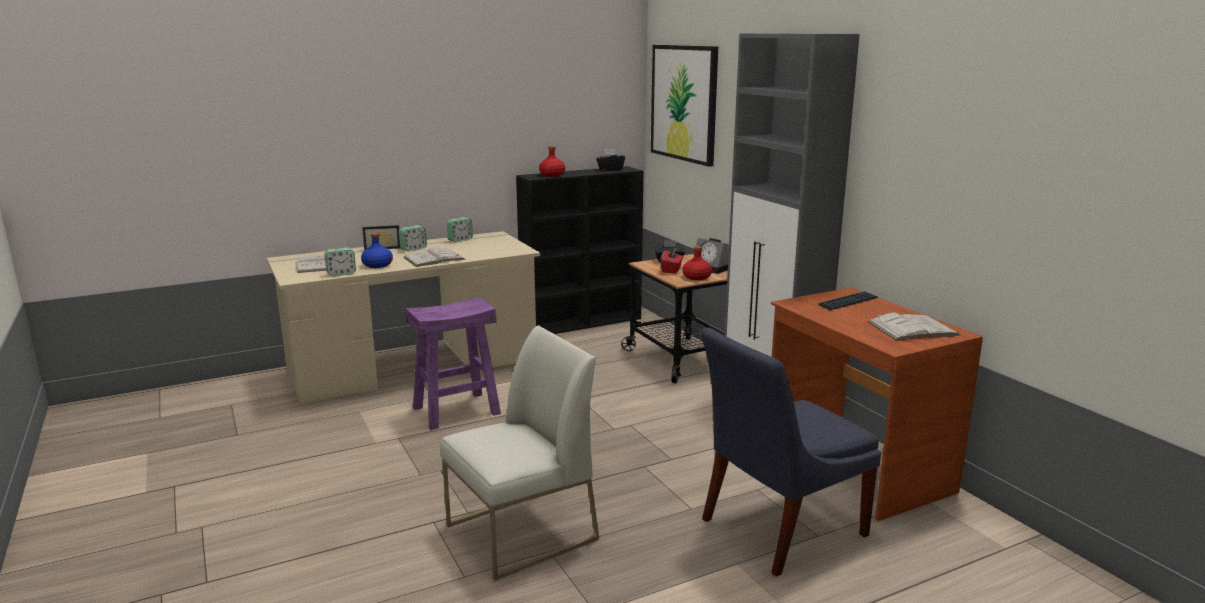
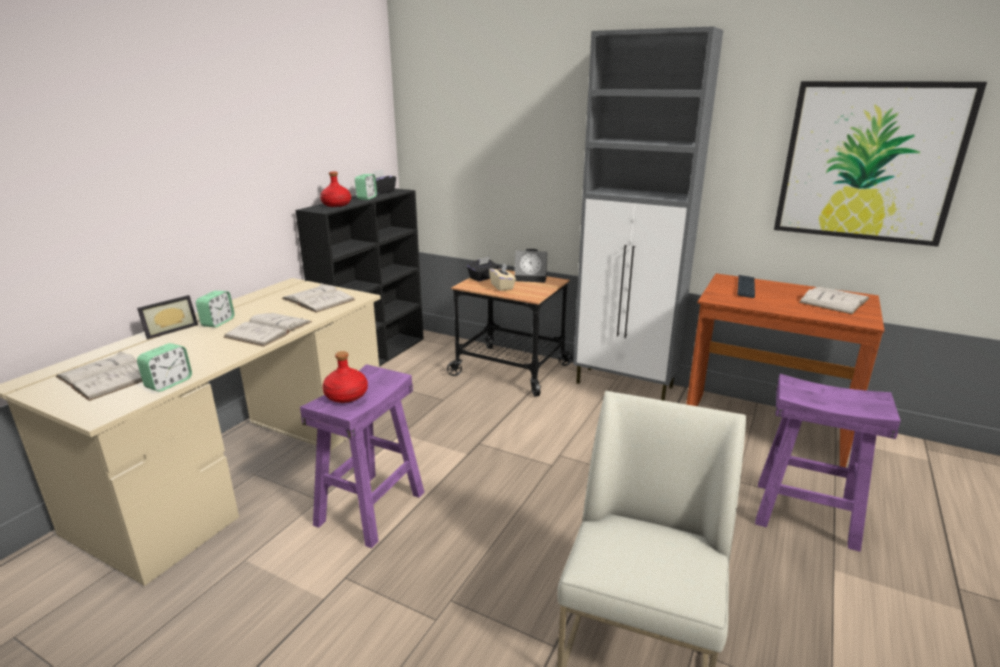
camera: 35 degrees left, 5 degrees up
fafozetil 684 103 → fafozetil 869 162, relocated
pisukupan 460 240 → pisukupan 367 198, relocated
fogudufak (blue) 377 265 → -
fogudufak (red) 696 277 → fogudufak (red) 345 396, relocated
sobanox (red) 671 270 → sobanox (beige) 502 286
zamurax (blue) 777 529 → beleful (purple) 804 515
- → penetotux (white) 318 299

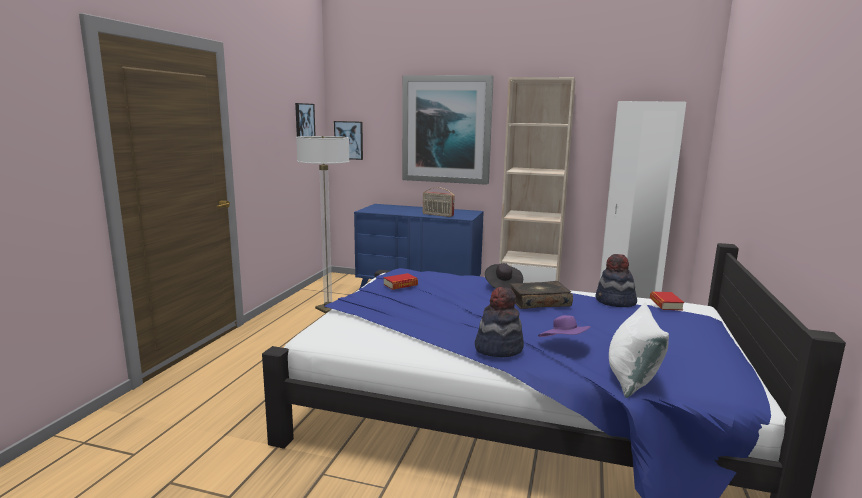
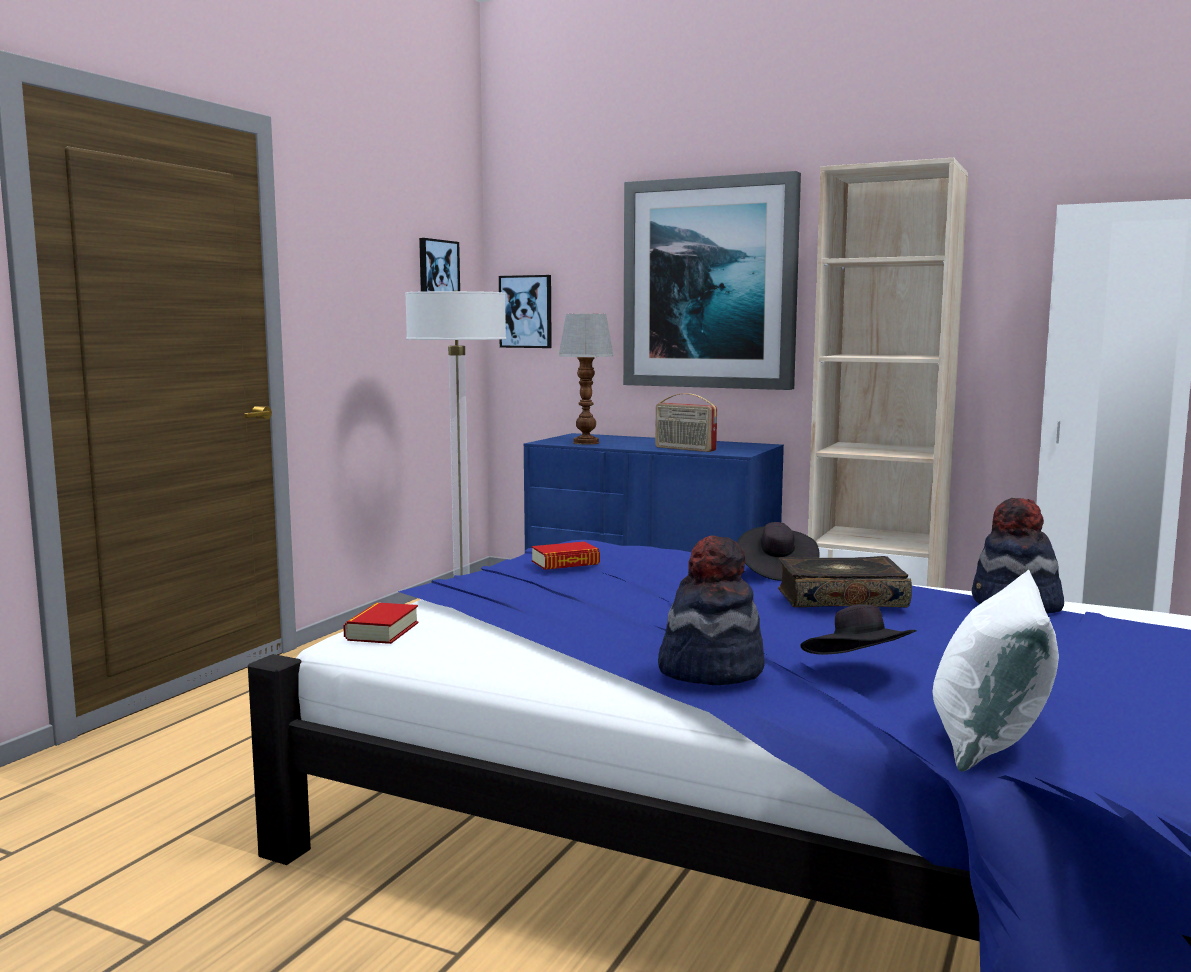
camera: 10 degrees right, 5 degrees down
penetotux 665 304 → penetotux 382 631, relocated
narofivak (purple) 564 344 → narofivak (black) 858 669
- → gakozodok 586 442

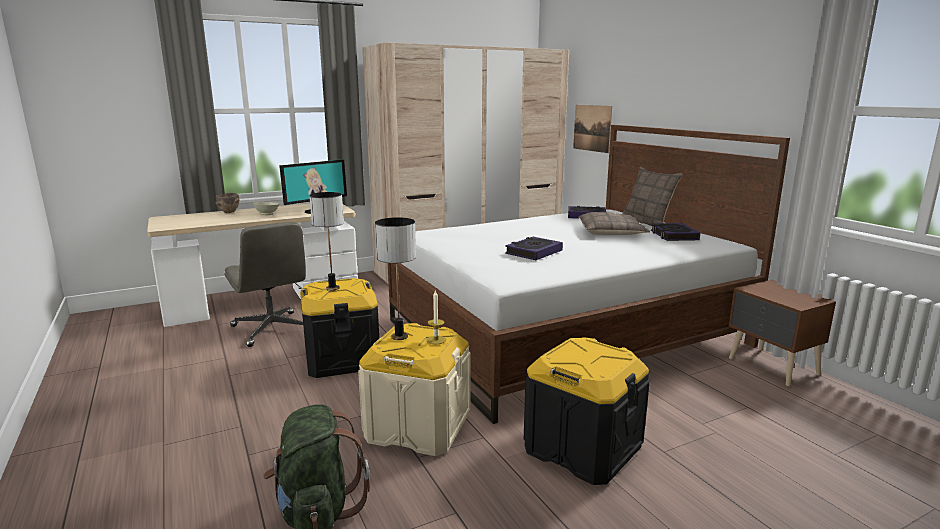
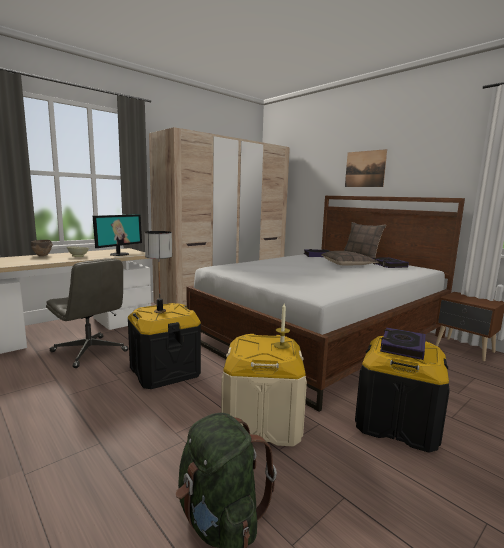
camera: 15 degrees left, 5 degrees down
fafozetil 592 128 → fafozetil 365 169, relocated
gakozodok 399 336 → -
penetotux 533 252 → penetotux 402 347, relocated

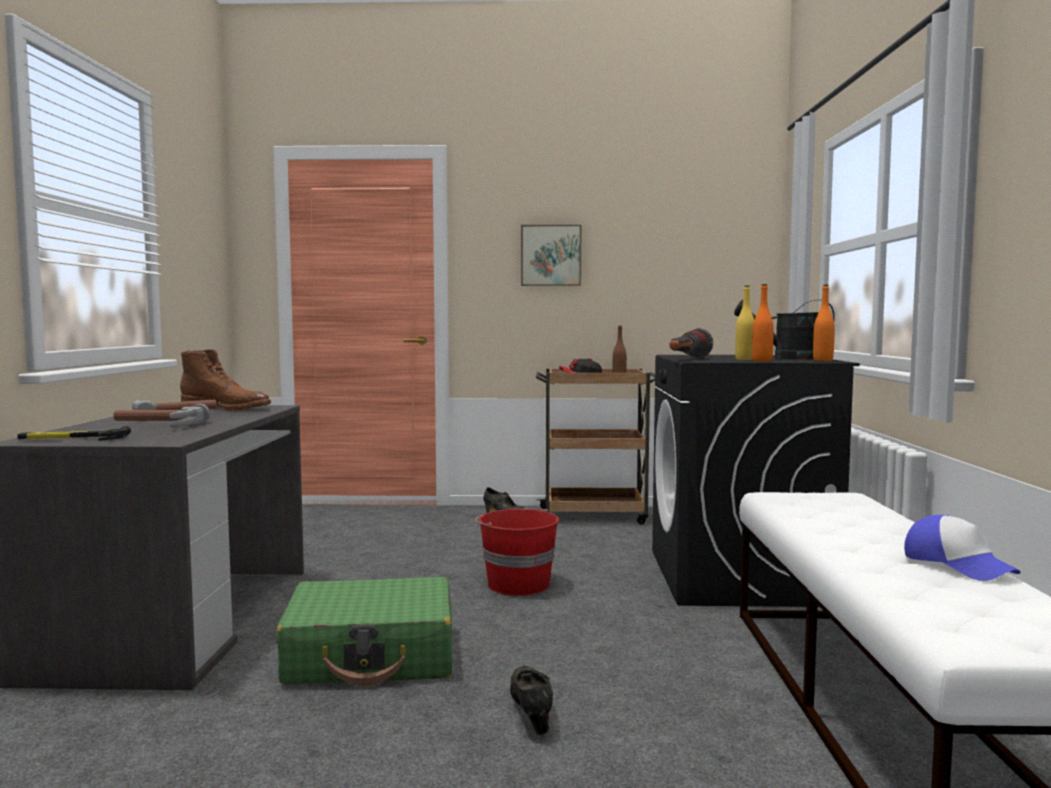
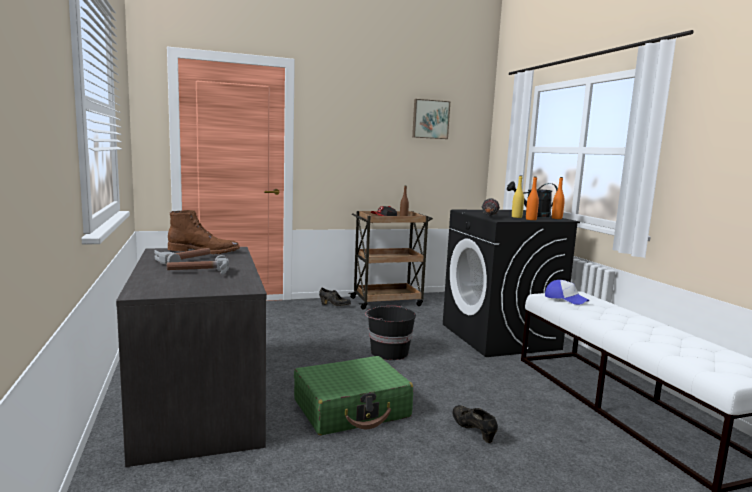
camera: 20 degrees left, 5 degrees up
fafozetil 551 255 → fafozetil 430 119, relocated
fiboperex 73 439 → -
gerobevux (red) 517 584 → gerobevux (black) 388 352
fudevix 958 565 → fudevix 565 299, relocated

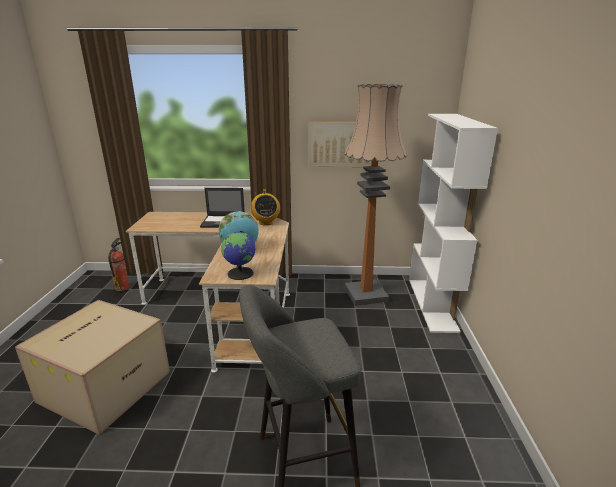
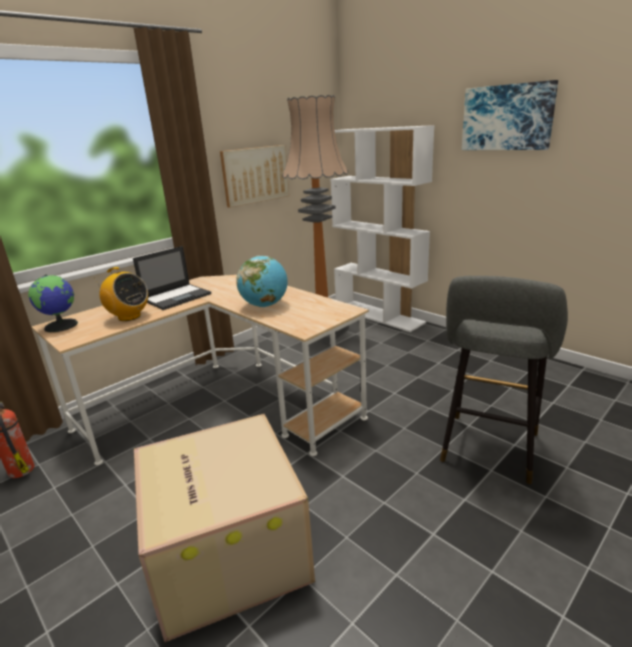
camera: 45 degrees left, 0 degrees up
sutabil 266 222 → sutabil 129 317, relocated
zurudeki 241 273 → zurudeki 62 325, relocated
- → fafozetil 507 117

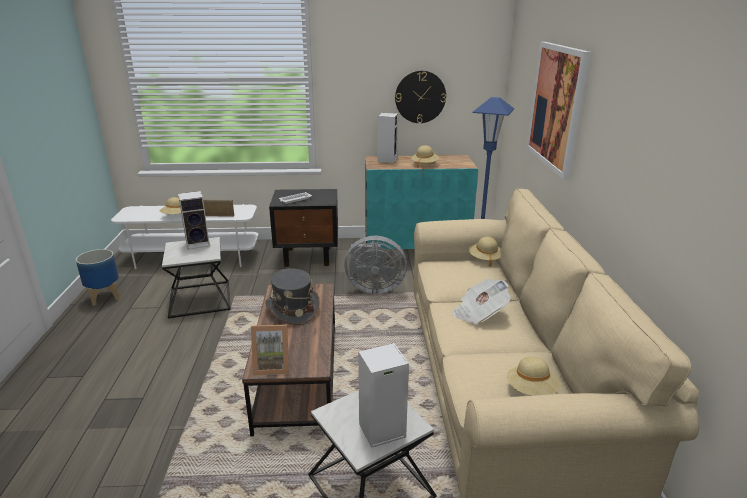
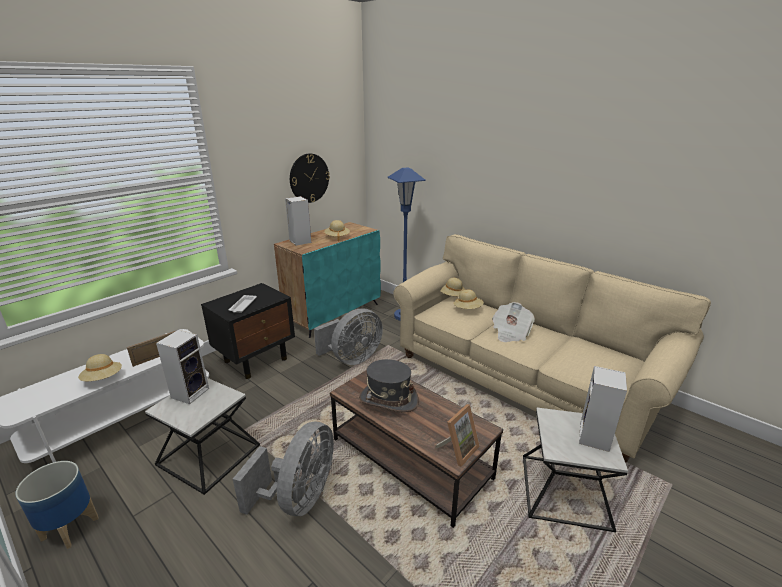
camera: 45 degrees left, 0 degrees up
fafozetil 556 107 → -
narofivak (beige) 531 390 → narofivak (beige) 468 309, relocated
- → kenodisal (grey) 299 498

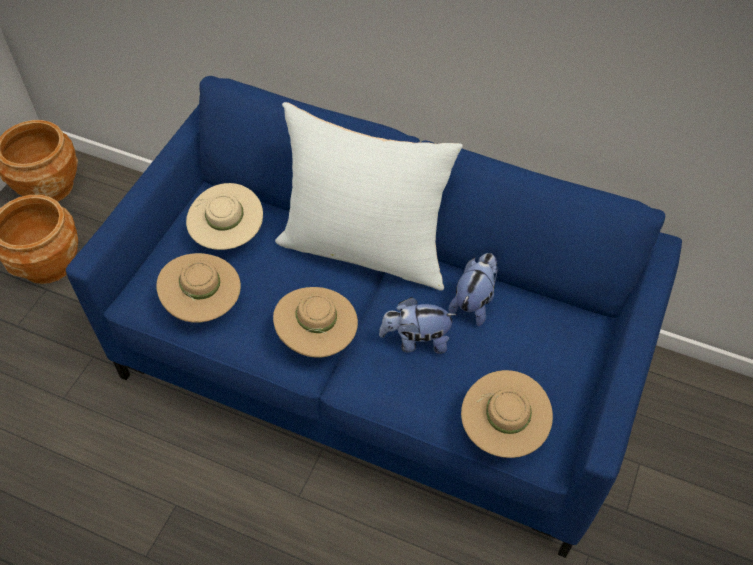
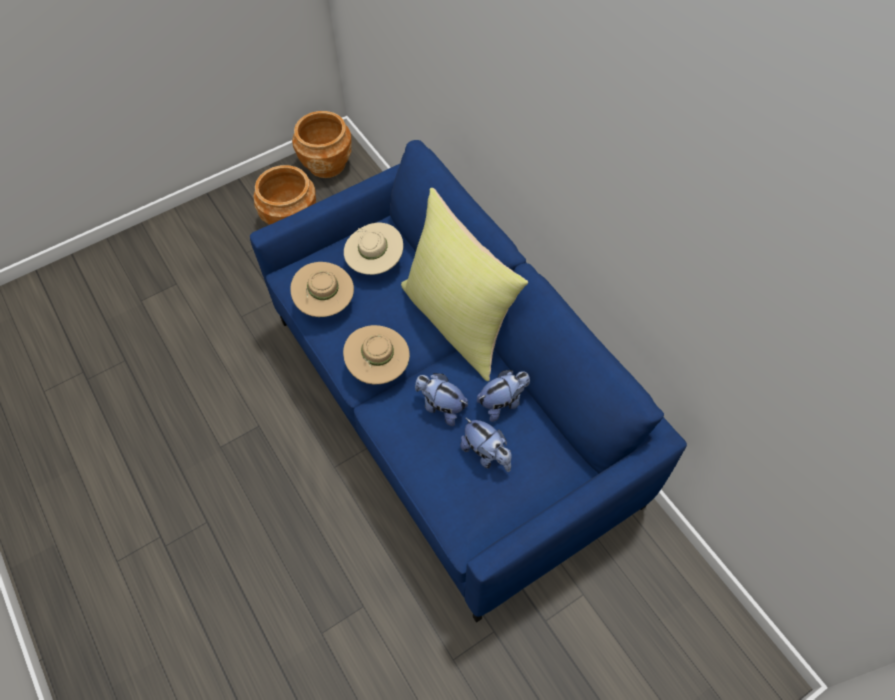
camera: 35 degrees right, 5 degrees up
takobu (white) 365 248 → takobu (yellow) 459 321
narofivak (beige) 502 430 → -
- → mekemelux 486 454

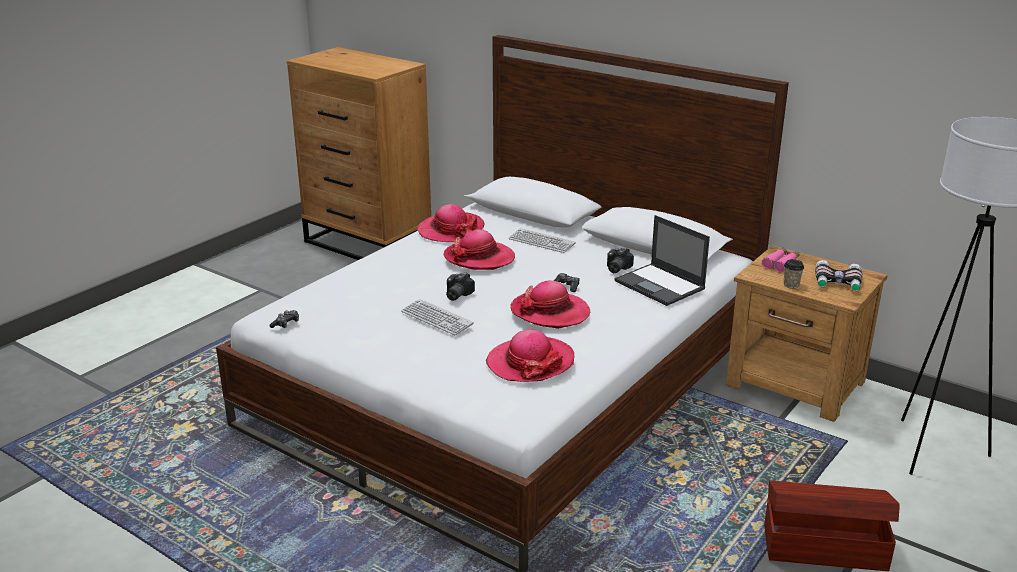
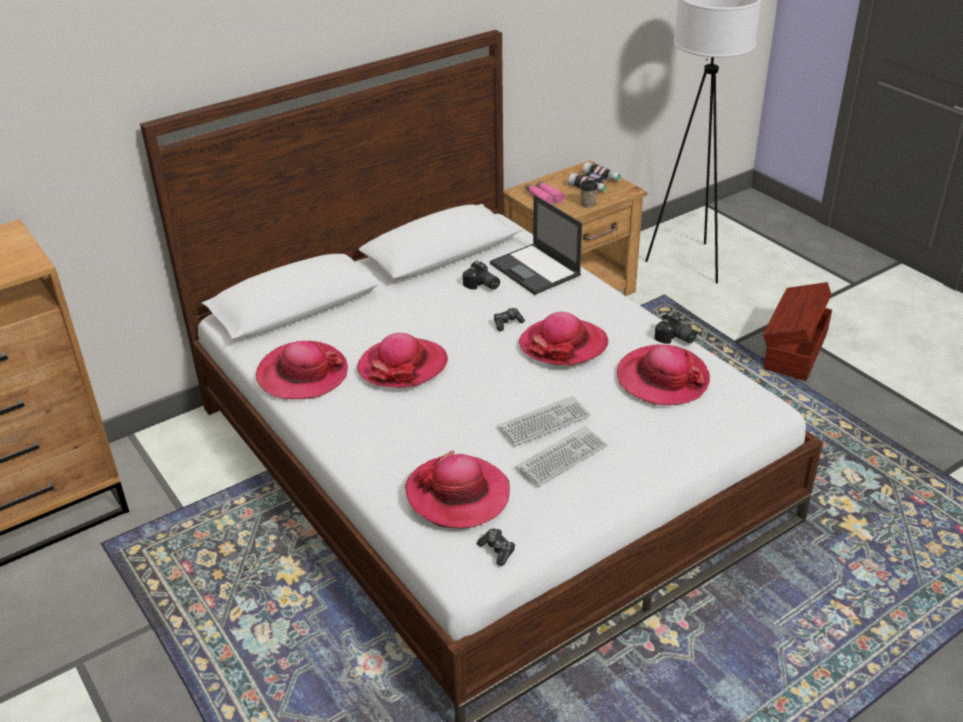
camera: 70 degrees left, 10 degrees up
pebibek 660 285 → pebibek 536 270, 75 degrees clockwise
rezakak 541 242 → rezakak 562 457, relocated
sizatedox 456 295 → sizatedox 675 339, relocated
- → narofivak 458 494

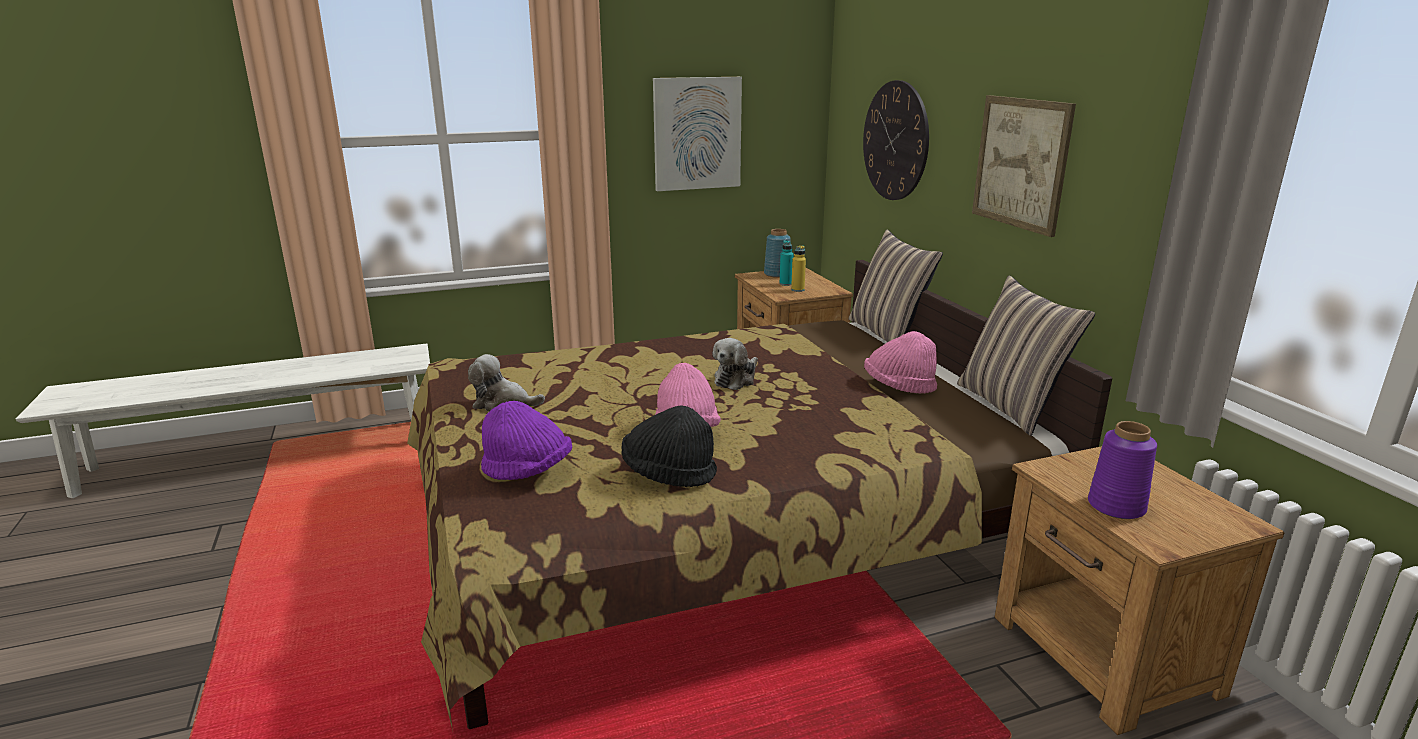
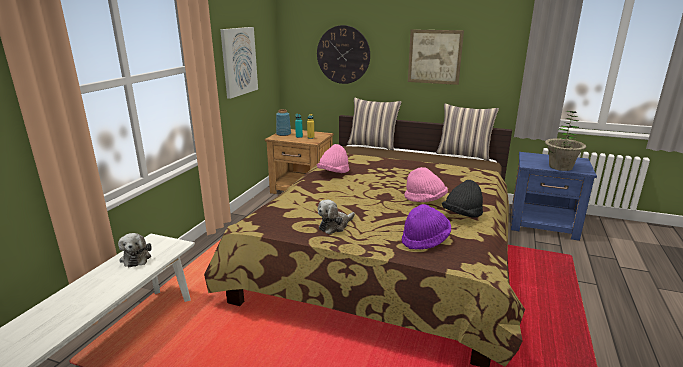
camera: 50 degrees left, 0 degrees up
narofivak (pink) 899 387 → narofivak (pink) 333 173, relocated
mekemelux 736 379 → mekemelux 136 257, relocated
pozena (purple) 1117 507 → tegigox 560 167
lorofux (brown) 1104 657 → lorofux (blue) 544 225

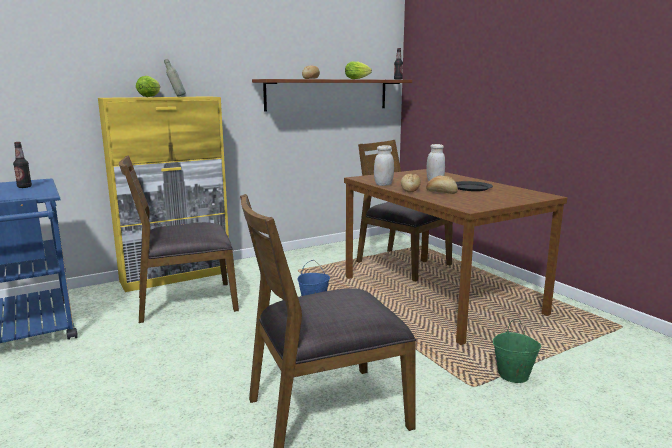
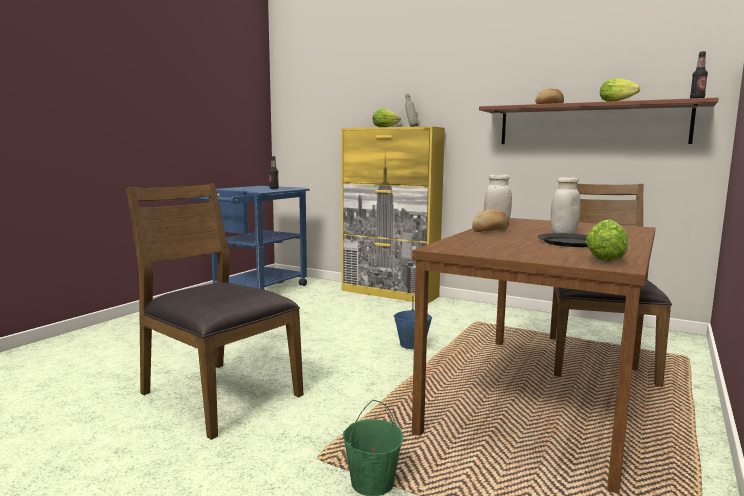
camera: 60 degrees right, 5 degrees down
zamurax (brown) 186 302 → -
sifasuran 441 192 → -
- → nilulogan 605 258

